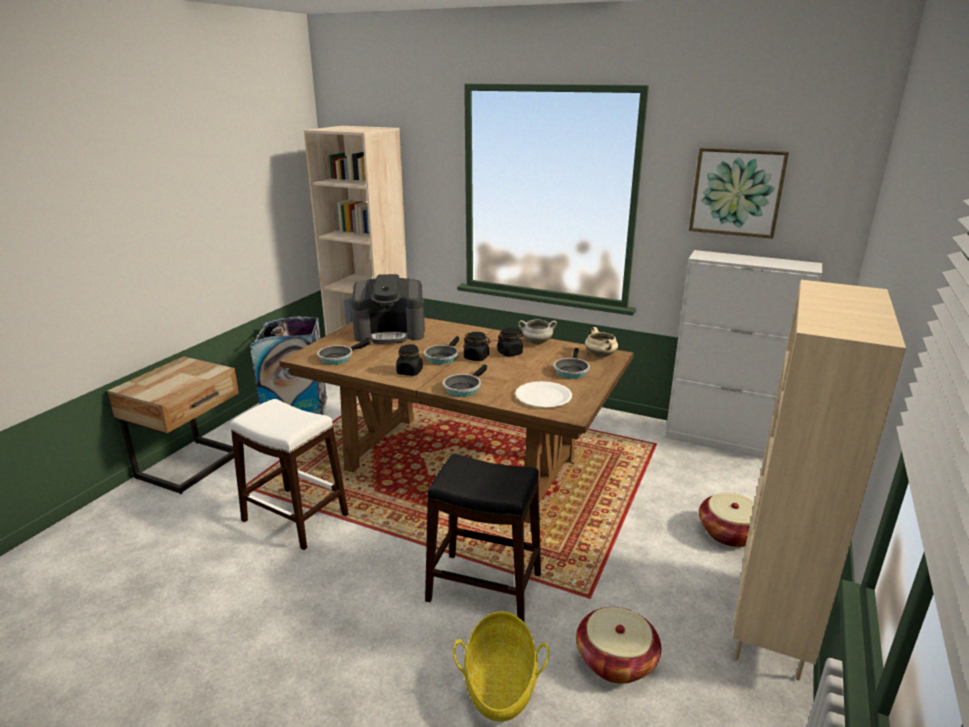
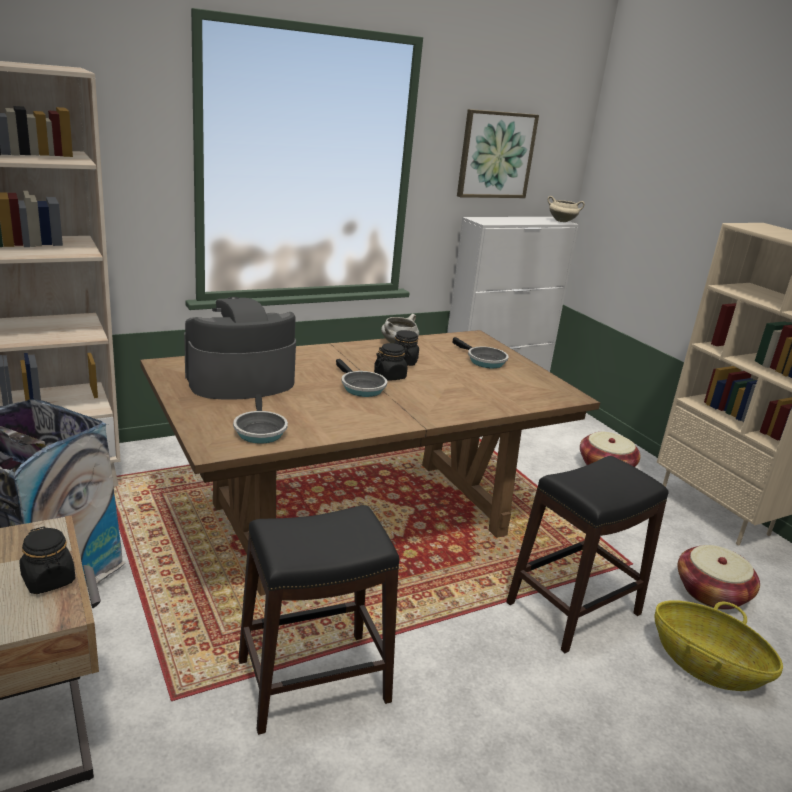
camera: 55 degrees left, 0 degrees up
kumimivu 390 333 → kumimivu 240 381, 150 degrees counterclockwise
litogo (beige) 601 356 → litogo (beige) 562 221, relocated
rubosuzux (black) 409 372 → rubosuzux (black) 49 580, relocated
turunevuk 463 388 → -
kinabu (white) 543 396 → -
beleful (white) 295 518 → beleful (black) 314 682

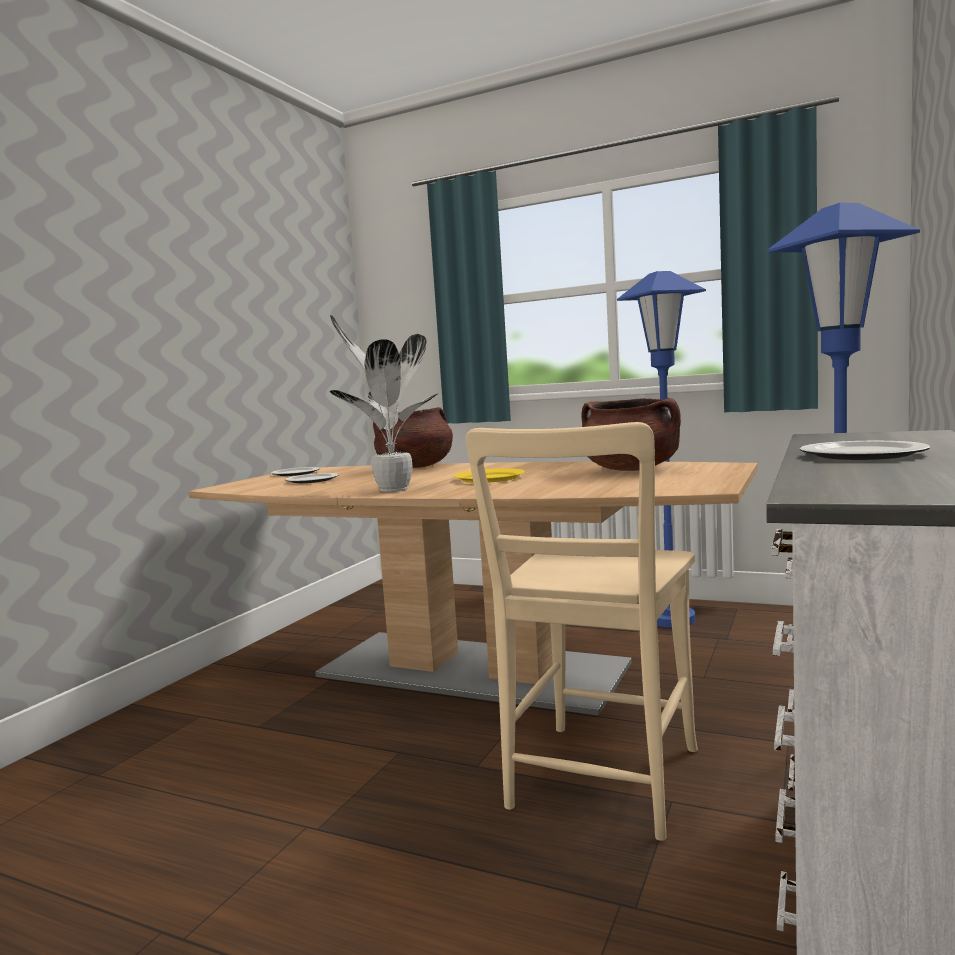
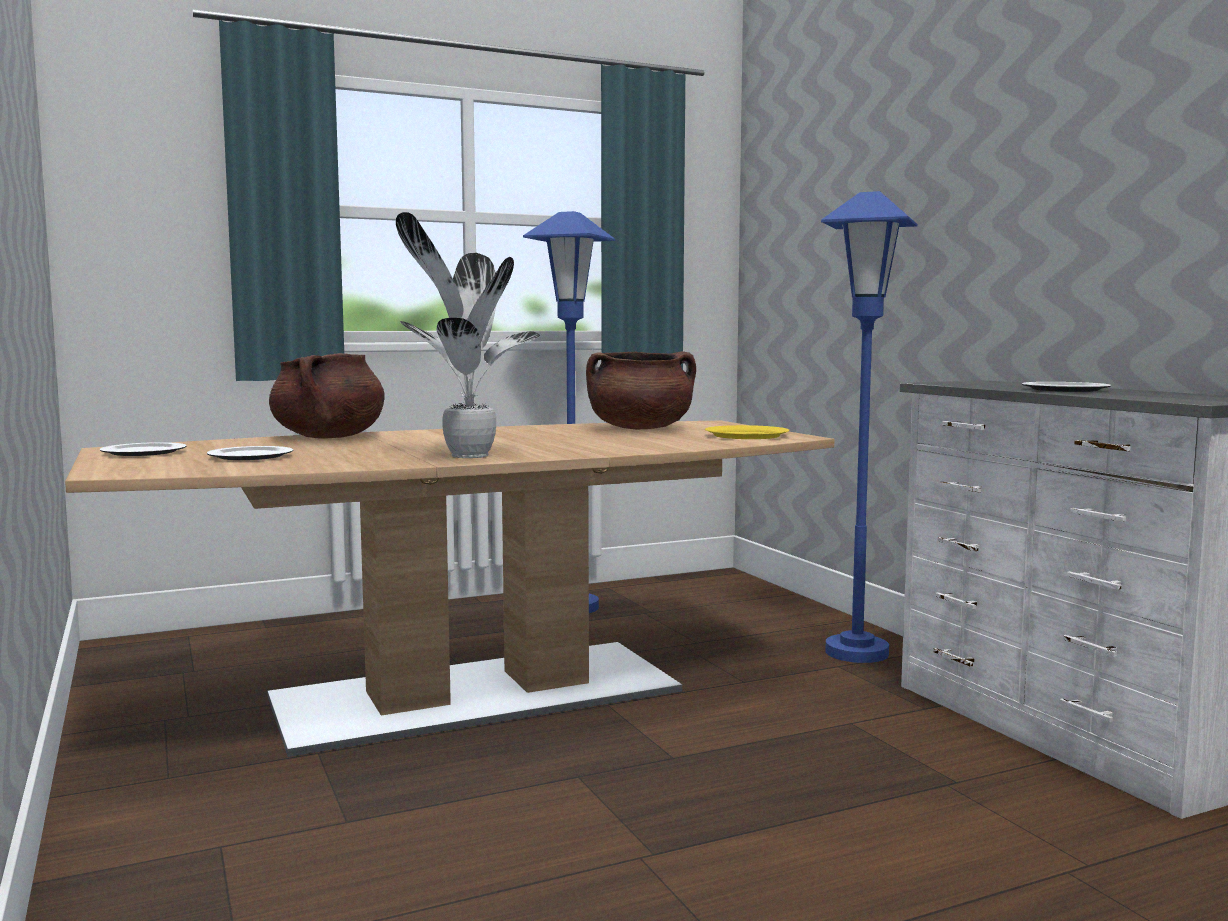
camera: 50 degrees left, 0 degrees up
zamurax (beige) 600 784 → -
kinabu (yellow) 488 478 → kinabu (yellow) 746 435, relocated

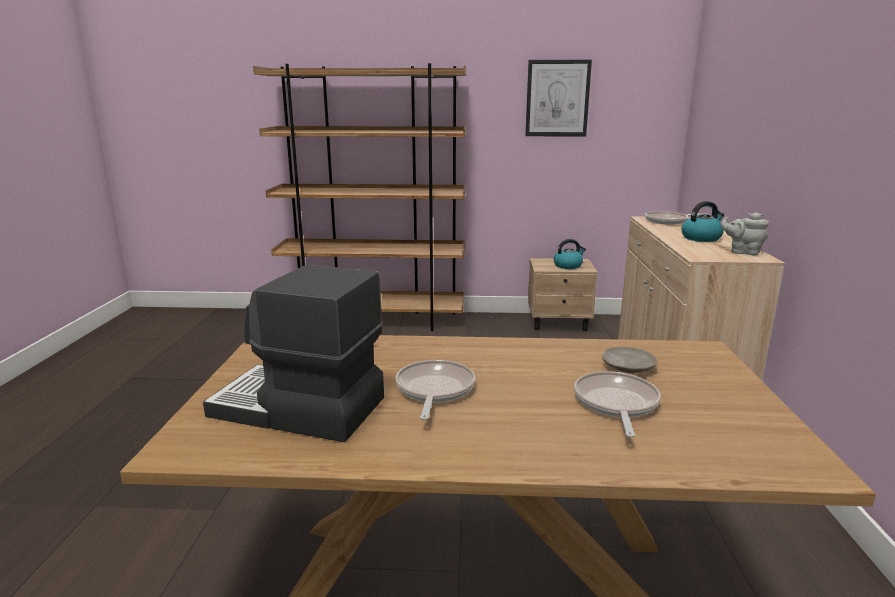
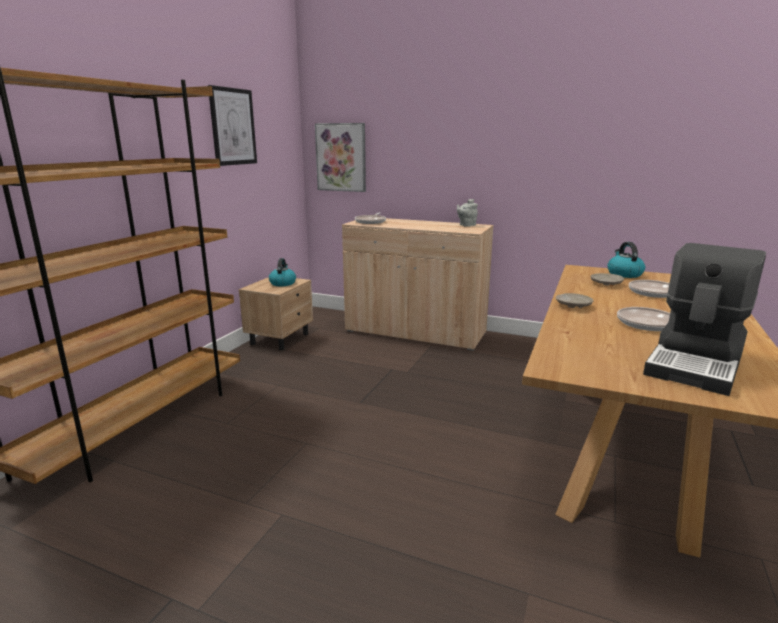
camera: 70 degrees left, 0 degrees up
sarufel 701 238 → sarufel 624 274, relocated
- → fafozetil 341 157
- → kinabu (beige) 573 305

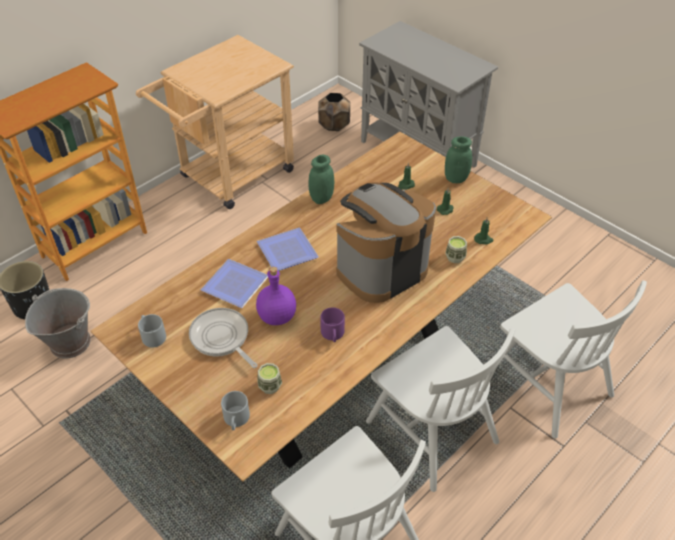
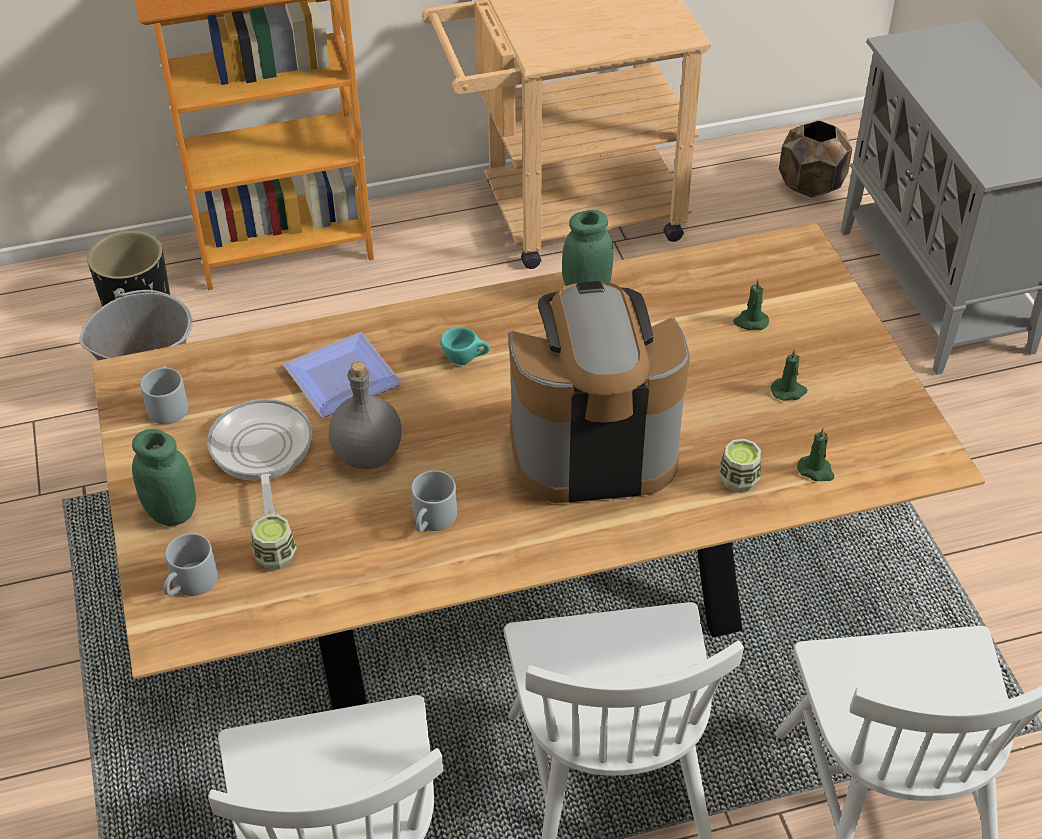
camera: 30 degrees right, 0 degrees up
rubosuzux (green) 456 178 → rubosuzux (green) 172 512, relocated
kinabu 289 252 → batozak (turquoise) 466 359
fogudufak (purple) 278 317 → fogudufak (grey) 368 455
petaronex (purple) 333 334 → petaronex (grey) 432 520

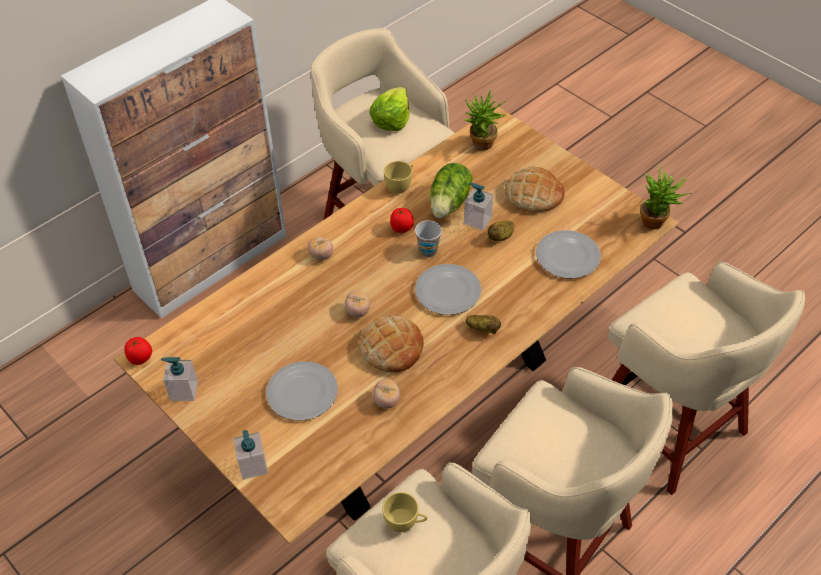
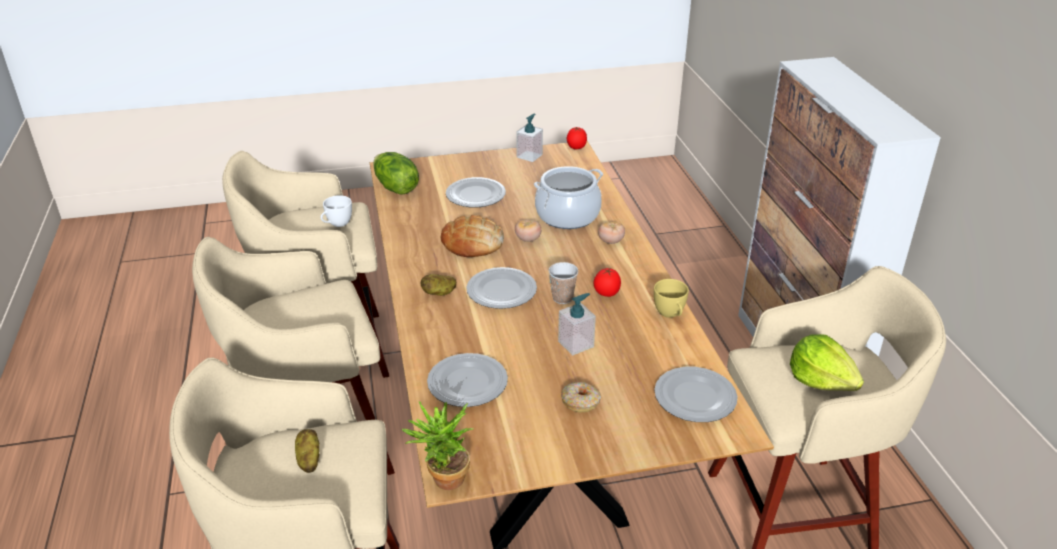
camera: 120 degrees right, 15 degrees down
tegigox 481 146 → kinabu 696 396
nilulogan 450 203 → nilulogan 395 188, relocated
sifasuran 534 194 → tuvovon 580 402
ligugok 501 237 → ligugok 308 459, relocated
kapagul 386 401 → -
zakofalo 253 466 → -
batozak (yellow) 405 523 → batozak (white) 337 224
- → litogo 568 216

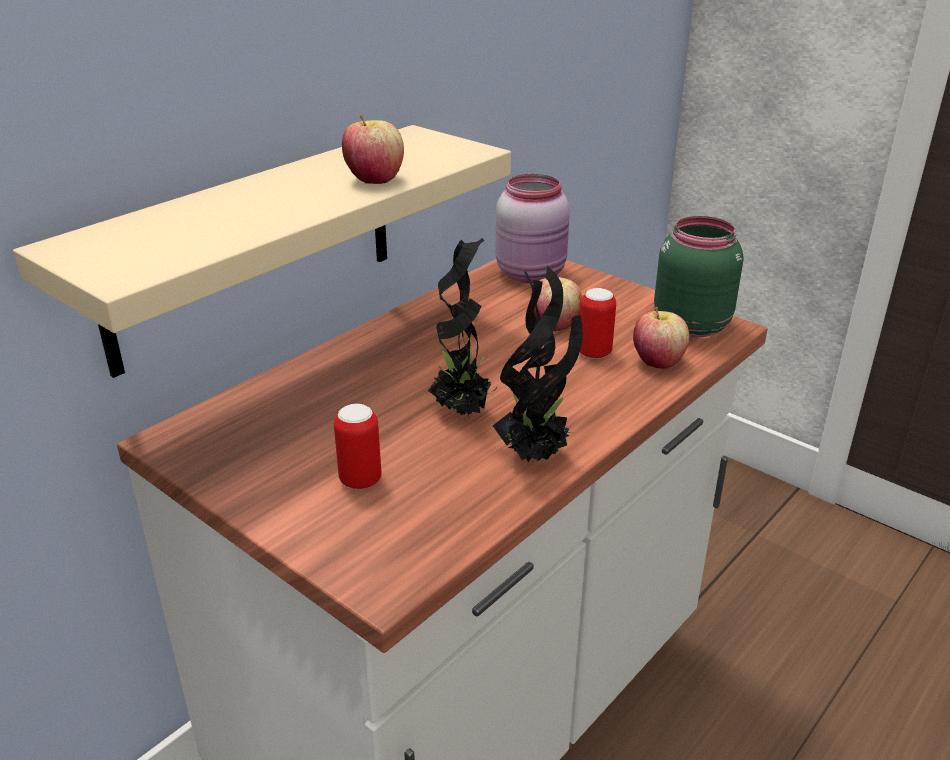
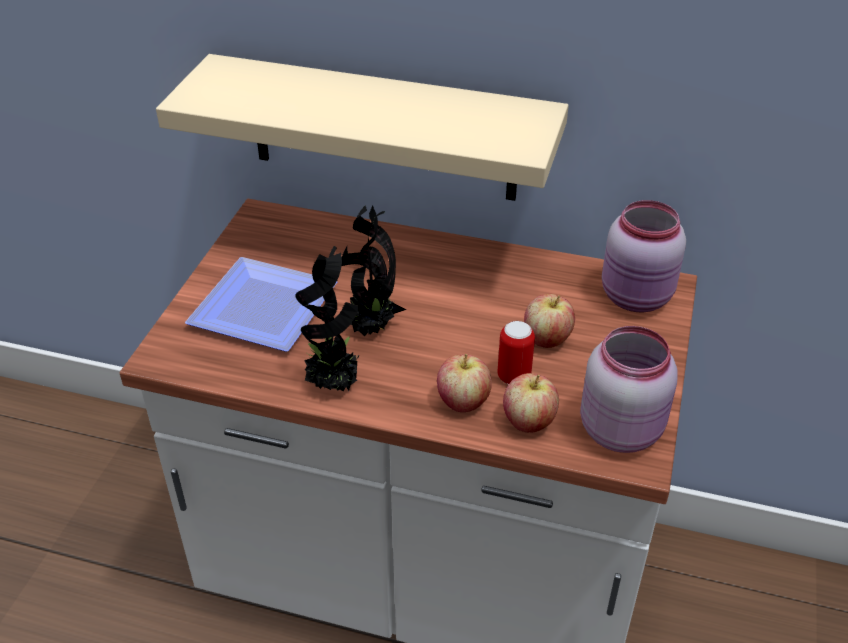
camera: 65 degrees right, 10 degrees up
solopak 374 180 → solopak 463 401, relocated
rubosuzux (green) 689 324 → rubosuzux (pink) 621 429
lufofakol 360 480 → kinabu 258 310

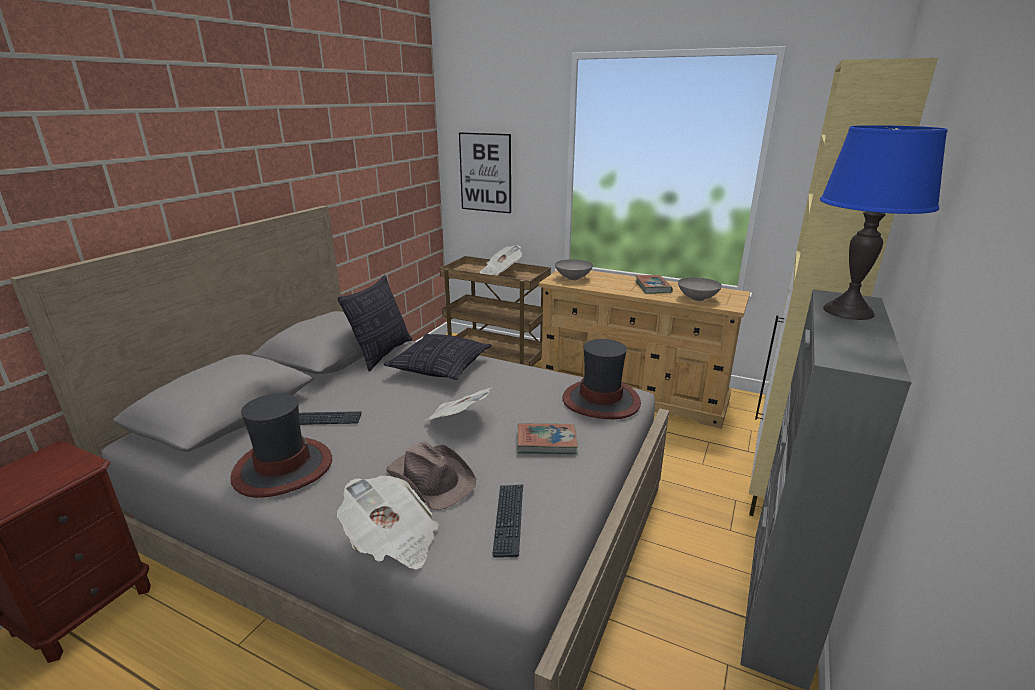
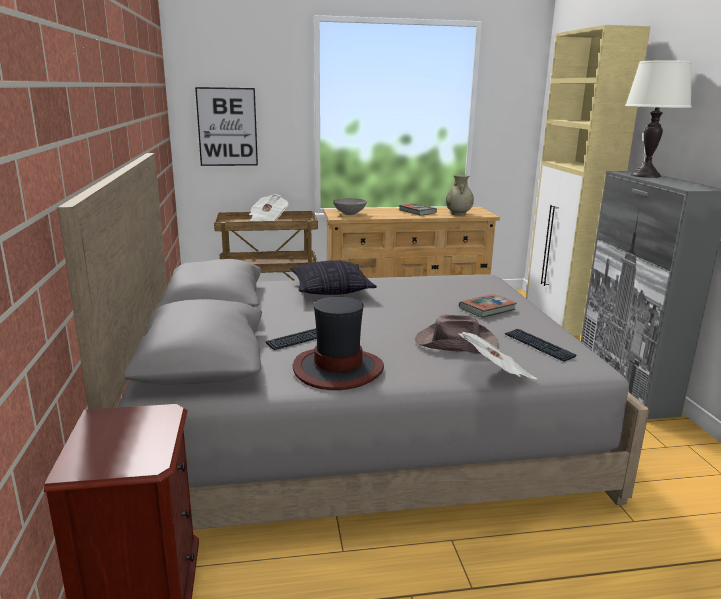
camera: 35 degrees left, 5 degrees down
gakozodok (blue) 848 311 → gakozodok (white) 645 175
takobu 382 353 → -
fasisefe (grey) 697 299 → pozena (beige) 458 214
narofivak 601 400 → -
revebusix 459 420 → -

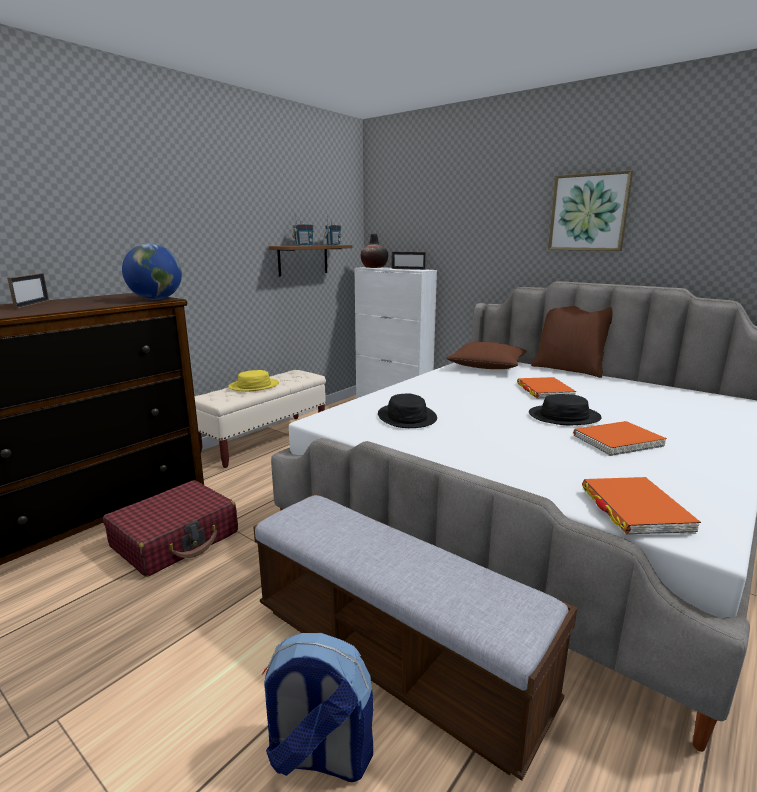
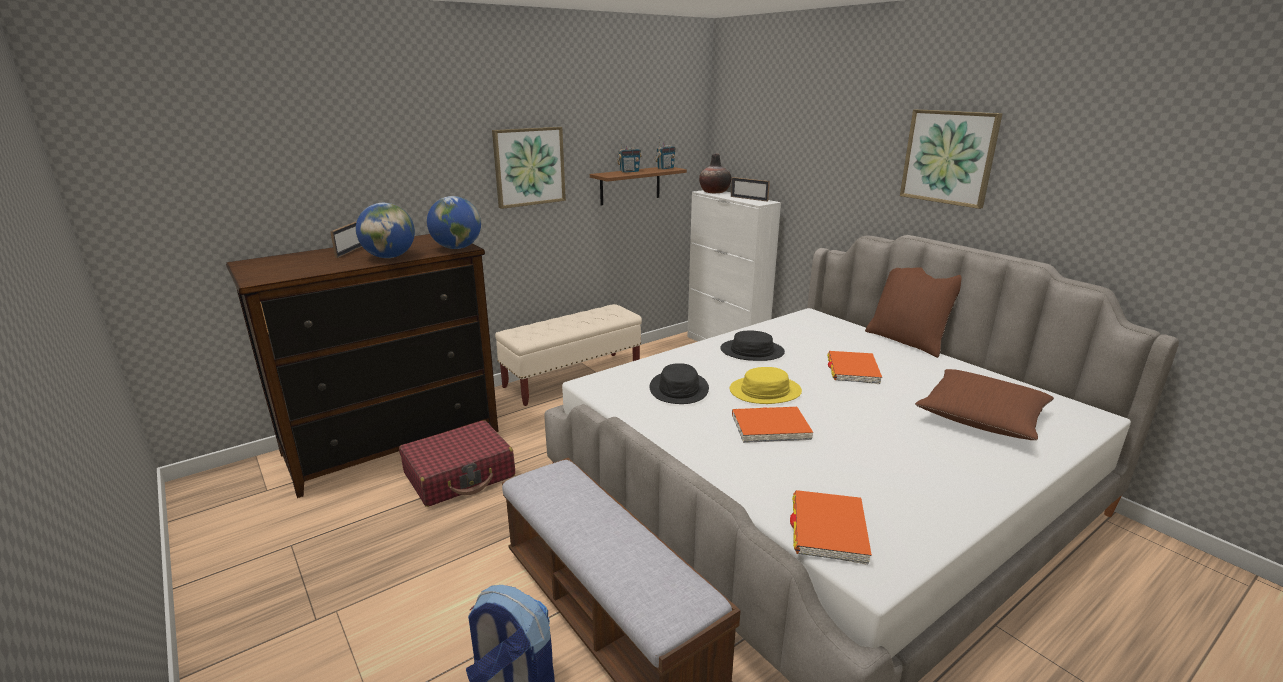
camera: 15 degrees right, 5 degrees up
takobu (brown) 487 366 → takobu (brown) 981 417, relocated
narofivak (yellow) 254 386 → narofivak (yellow) 765 391, relocated
narofivak (black) 564 416 → narofivak (black) 752 351, relocated
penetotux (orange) 617 441 → penetotux (orange) 770 427, relocated
- → fafozetil 529 166
- → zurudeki 389 257

